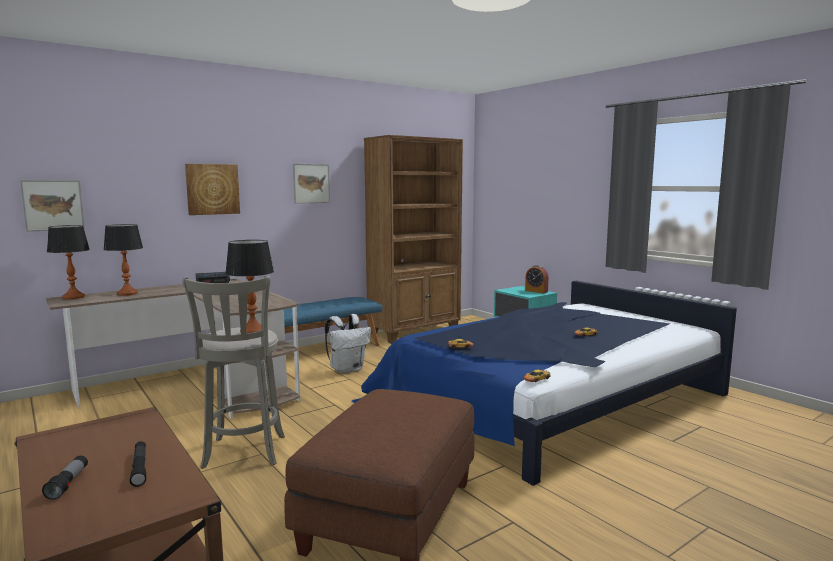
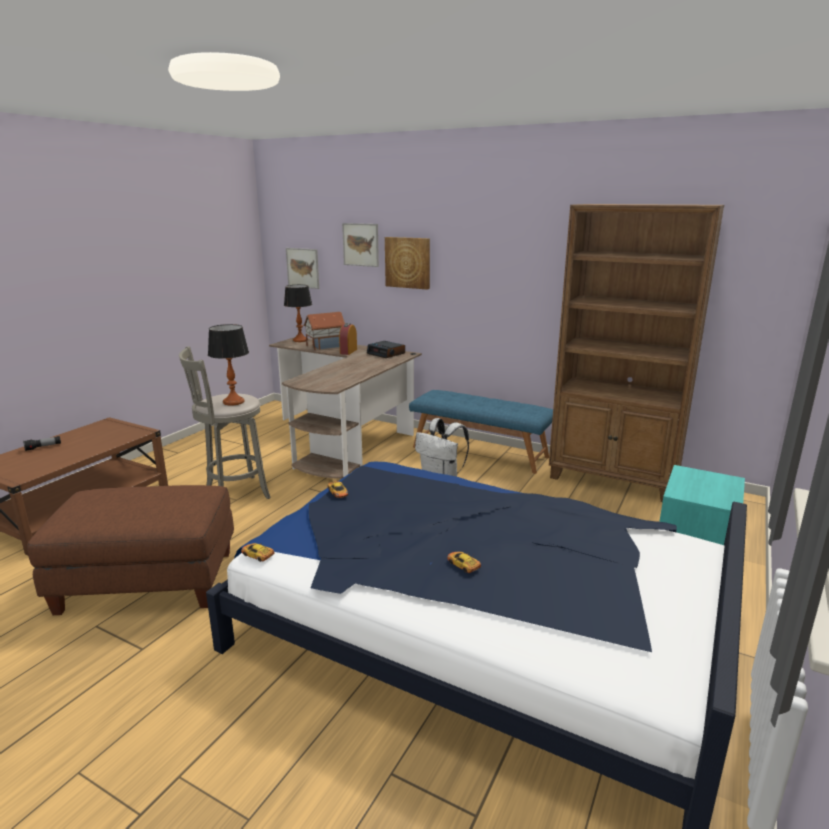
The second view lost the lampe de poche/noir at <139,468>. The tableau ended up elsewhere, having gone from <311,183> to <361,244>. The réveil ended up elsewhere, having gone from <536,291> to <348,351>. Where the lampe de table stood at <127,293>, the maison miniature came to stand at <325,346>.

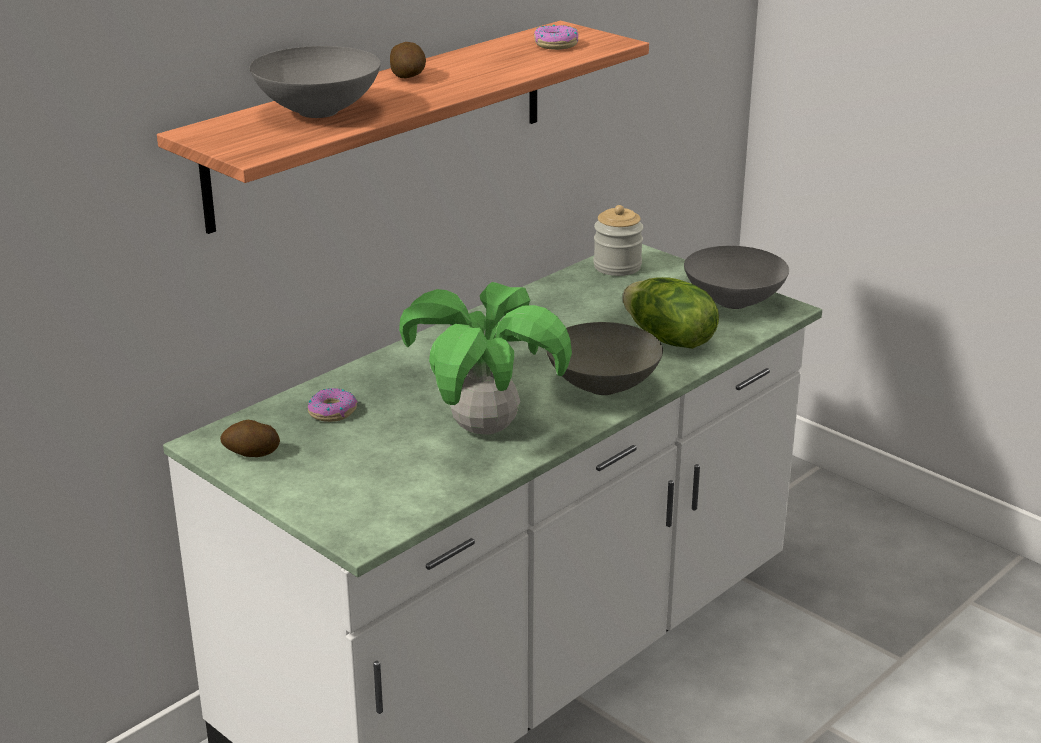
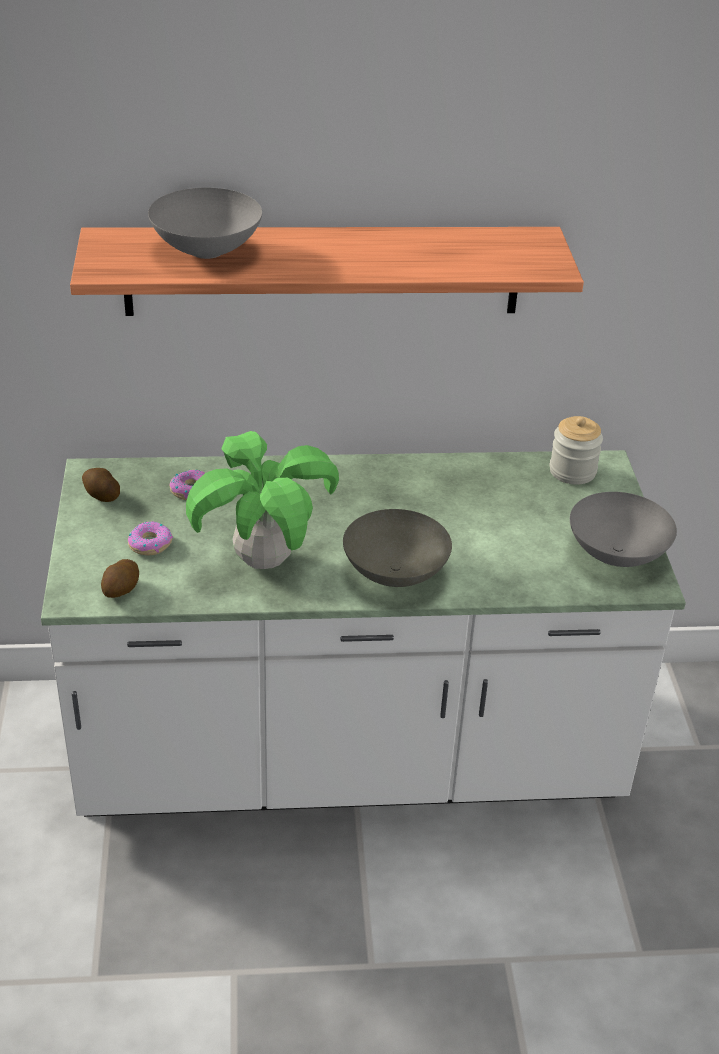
The second view lost the laitue at <668,339>. The pomme de terre ended up elsewhere, having gone from <408,76> to <121,590>. The beignet ended up elsewhere, having gone from <555,44> to <150,544>.

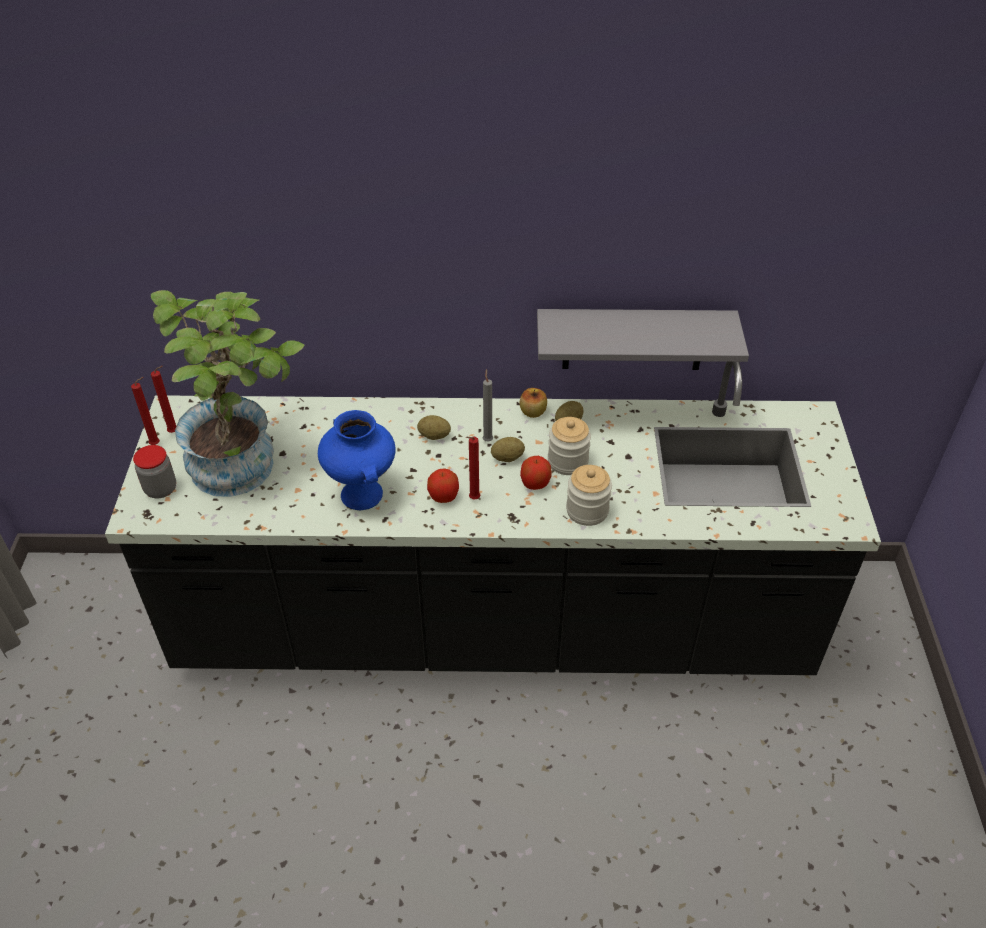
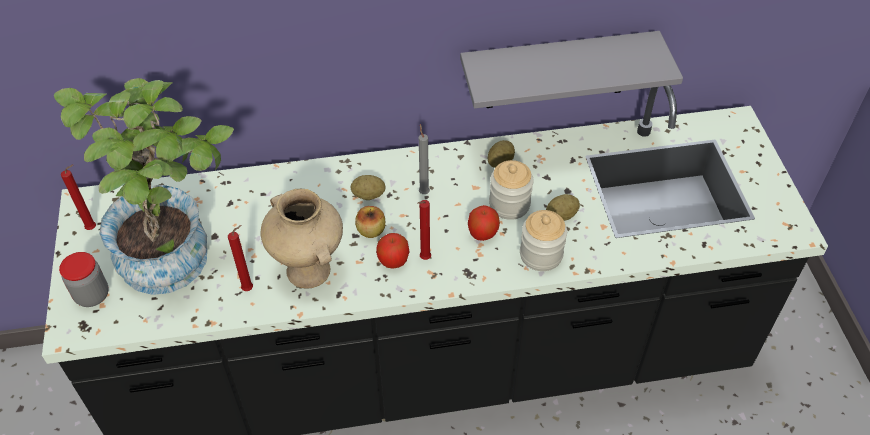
The bougie/rouge ended up elsewhere, having gone from <157,444> to <250,288>. The pomme de terre ended up elsewhere, having gone from <507,458> to <561,215>. The pomme ended up elsewhere, having gone from <532,412> to <371,230>. What was the vase/bleu at <363,495> turned into the vase/beige at <310,270>.

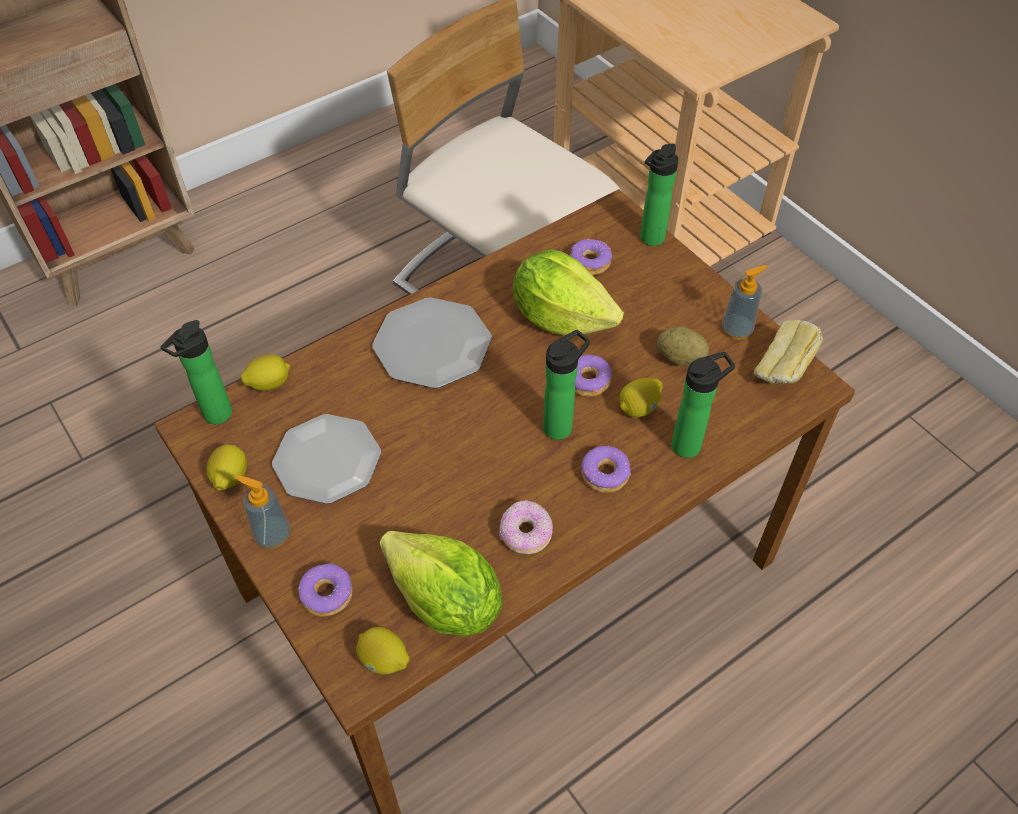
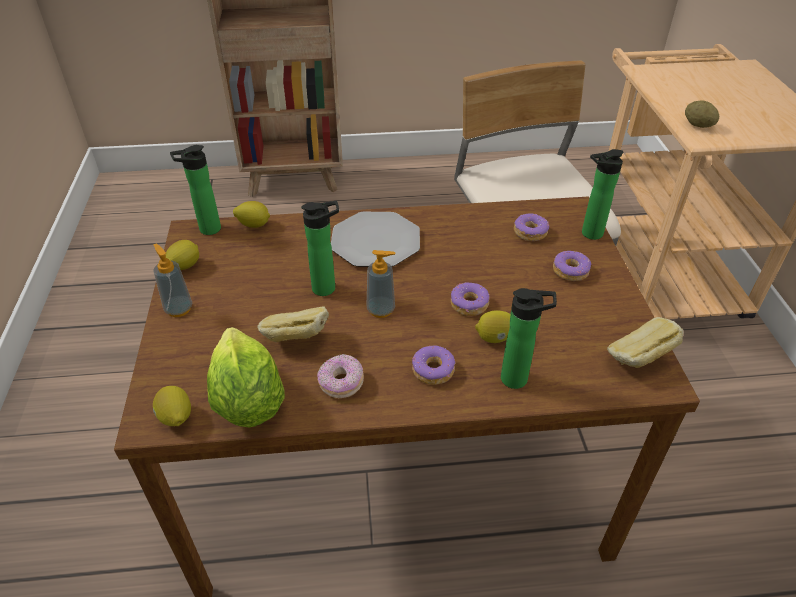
The second view lost the assiette at <328,460>. The second view lost the laitue at <561,317>. The second view gained the pain at <296,340>. The beignet ended up elsewhere, having gone from <327,594> to <570,271>. The bouteille ended up elsewhere, having gone from <561,425> to <327,288>. The pomme de terre ended up elsewhere, having gone from <680,358> to <698,125>. The distributeur de savon ended up elsewhere, having gone from <736,330> to <381,310>.

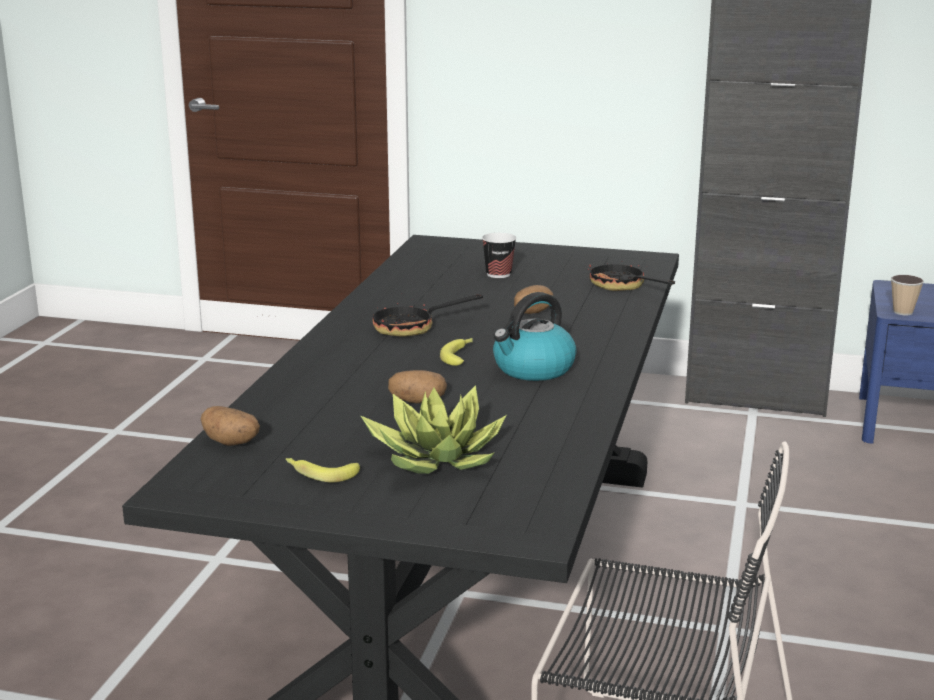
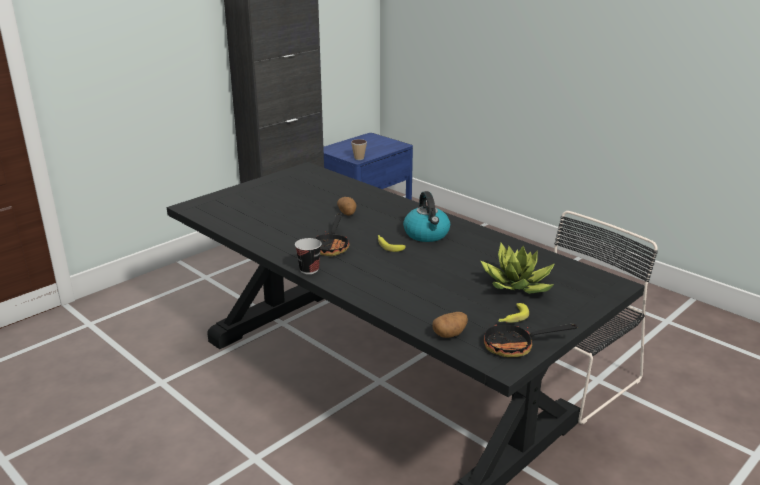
The second view lost the pomme de terre at <417,401>. The tasse ended up elsewhere, having gone from <498,274> to <309,270>. The poêle ended up elsewhere, having gone from <622,287> to <516,346>.

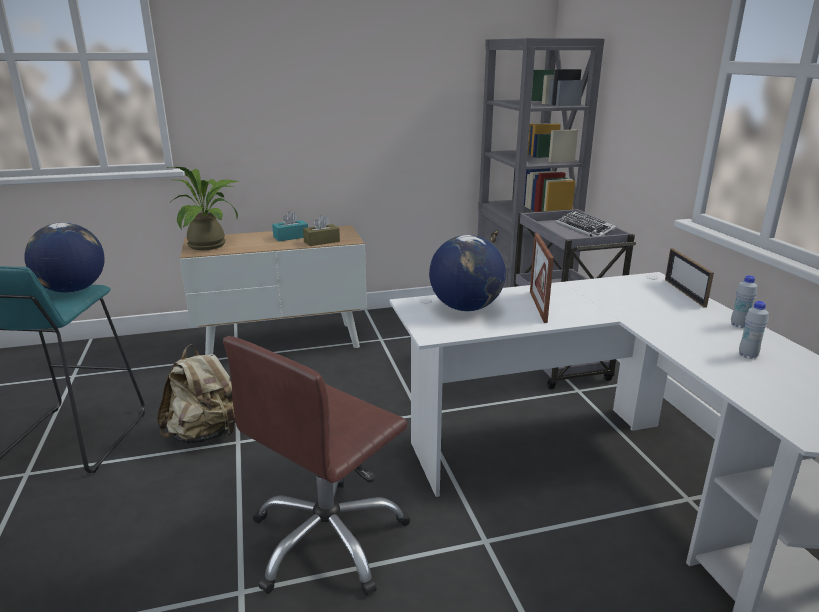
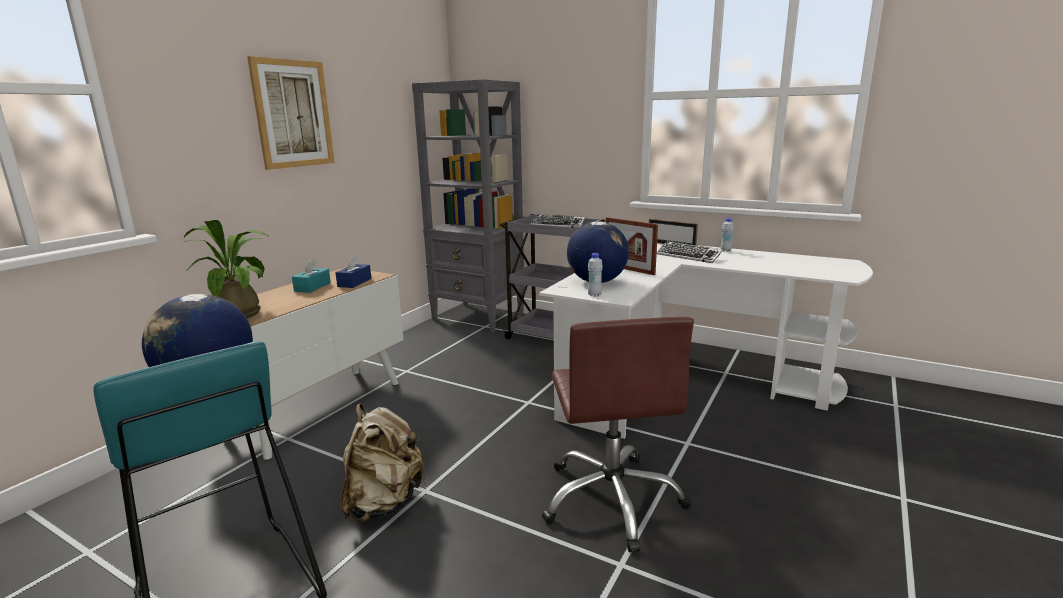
The second view gained the tableau at <293,114>. The second view gained the clavier at <688,256>. The bouteille/blanc ended up elsewhere, having gone from <747,355> to <594,295>. What was the boîte à mouchoirs/marron at <321,241> turned into the boîte à mouchoirs/bleu at <354,282>.

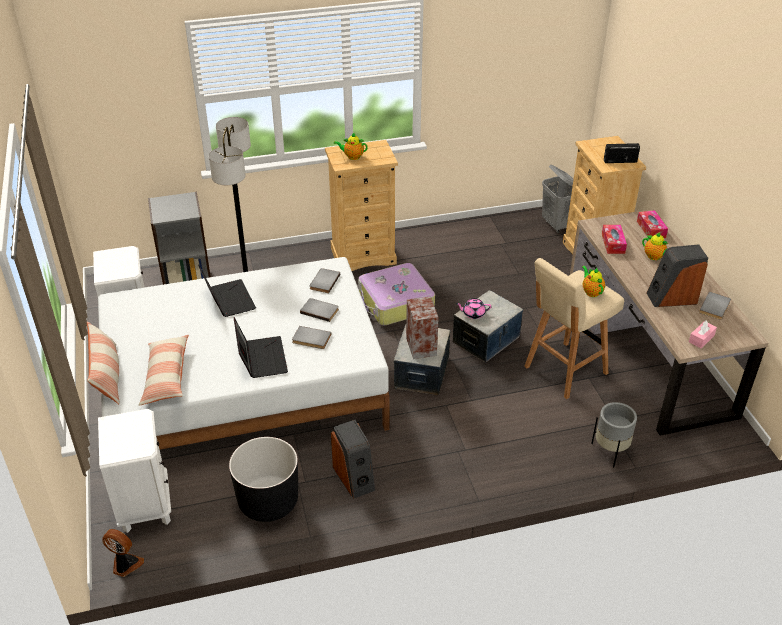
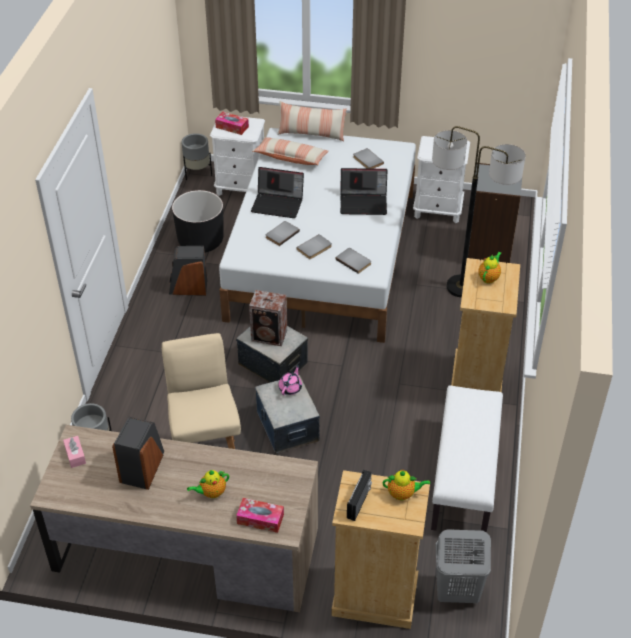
The second view lost the valise at <395,303>. The second view gained the banc/blanc at <464,478>. The théière ended up elsewhere, having gone from <591,292> to <403,494>. The boîte à mouchoirs ended up elsewhere, having gone from <613,243> to <232,127>. The livre/gris ended up elsewhere, having gone from <715,307> to <367,160>. Where the ventilateur stood at <125,565>, the cache-pot/gris came to stand at <197,173>.

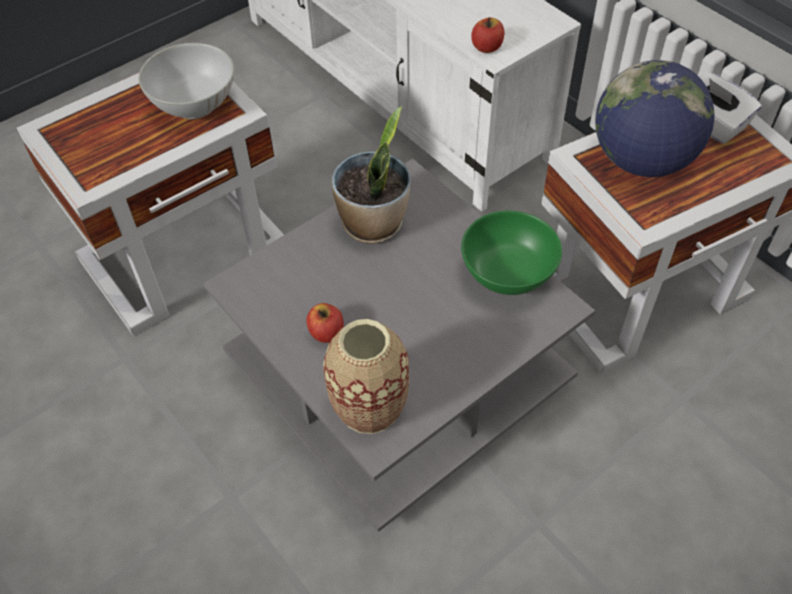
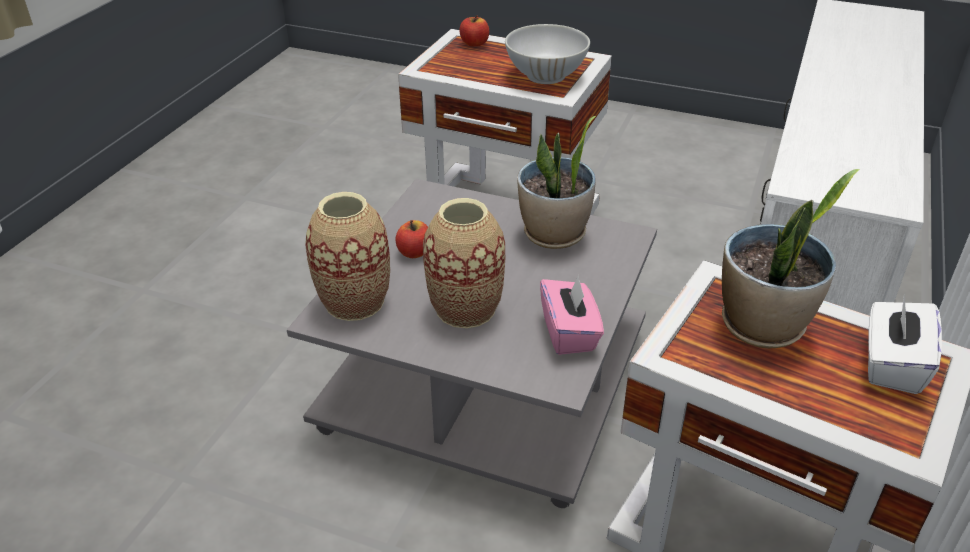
The second view gained the vase at <465,309>. The pomme ended up elsewhere, having gone from <487,47> to <474,43>. Where the bol/vert stood at <507,275>, the boîte à mouchoirs/rose came to stand at <569,333>. Where the globe stood at <642,161>, the plante en pot came to stand at <763,326>.

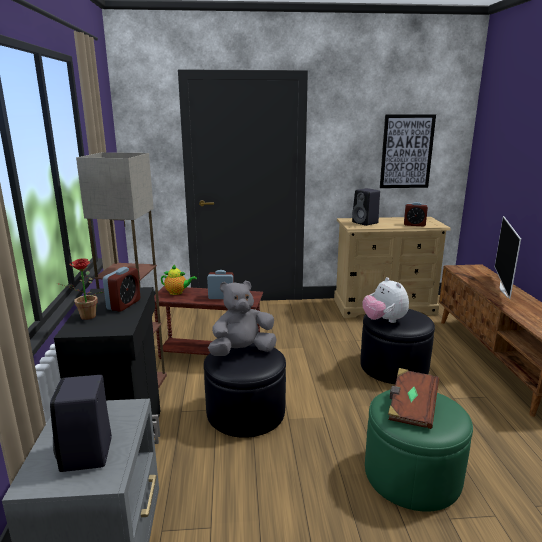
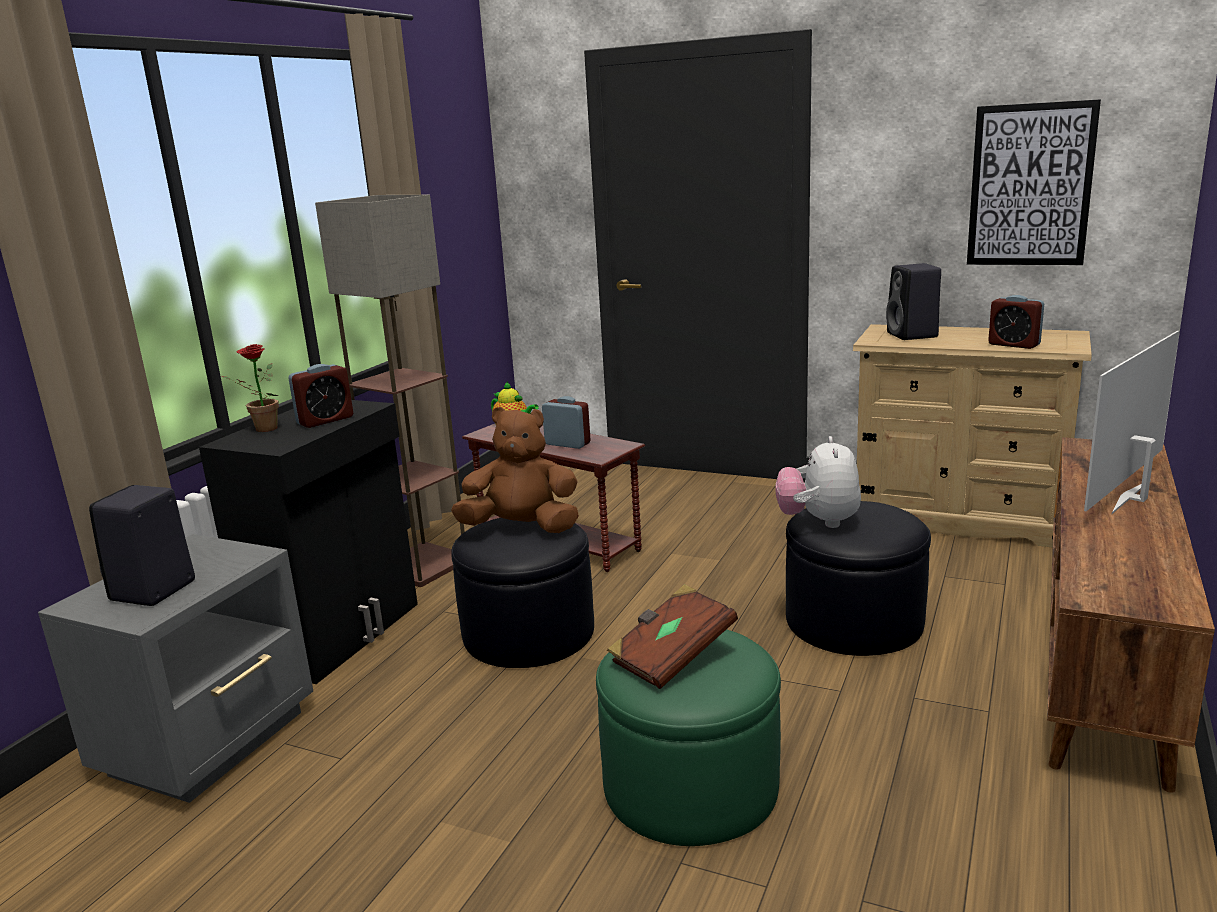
What was the peluche/gris at <242,351> turned into the peluche/marron at <522,528>.

